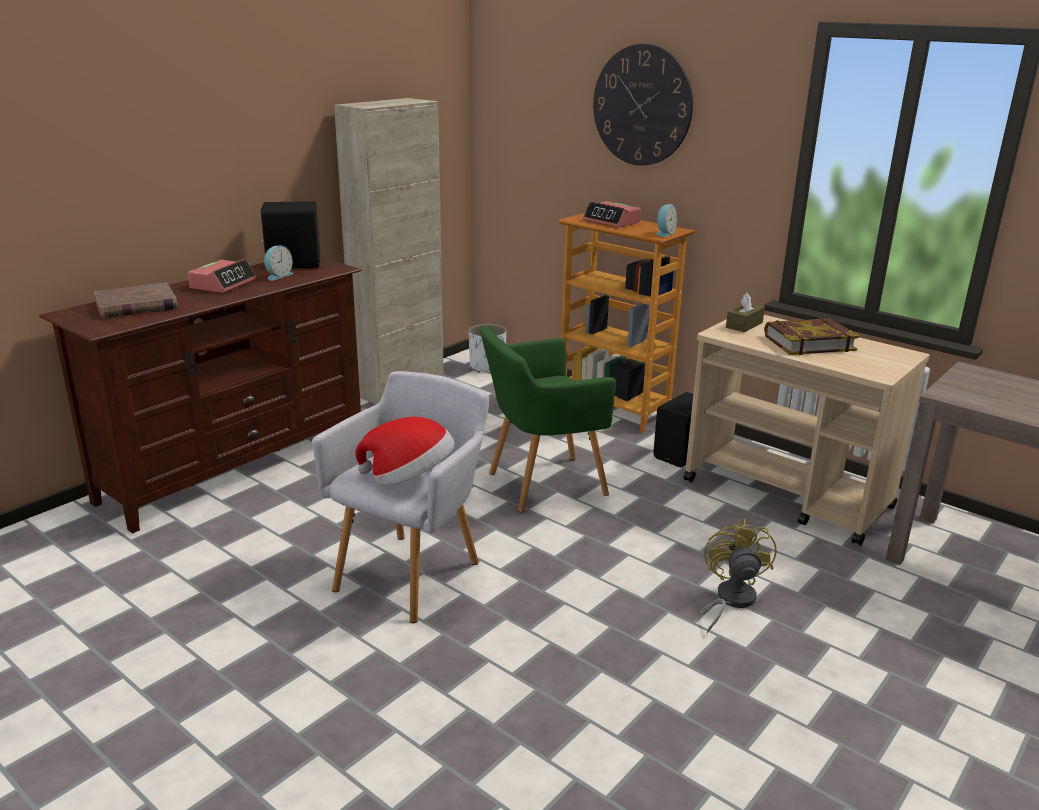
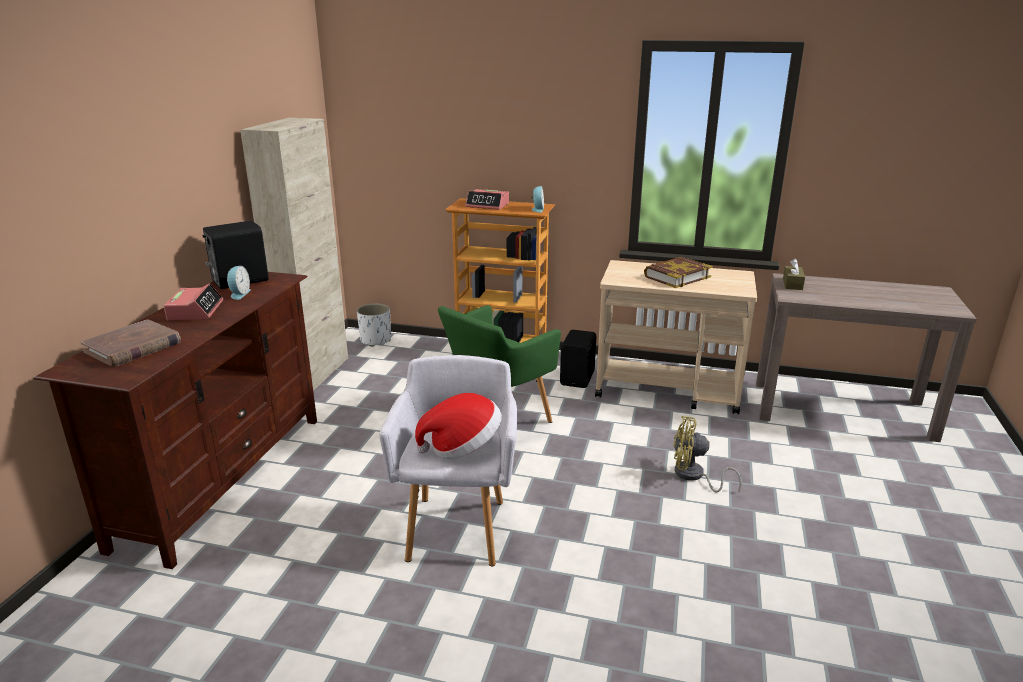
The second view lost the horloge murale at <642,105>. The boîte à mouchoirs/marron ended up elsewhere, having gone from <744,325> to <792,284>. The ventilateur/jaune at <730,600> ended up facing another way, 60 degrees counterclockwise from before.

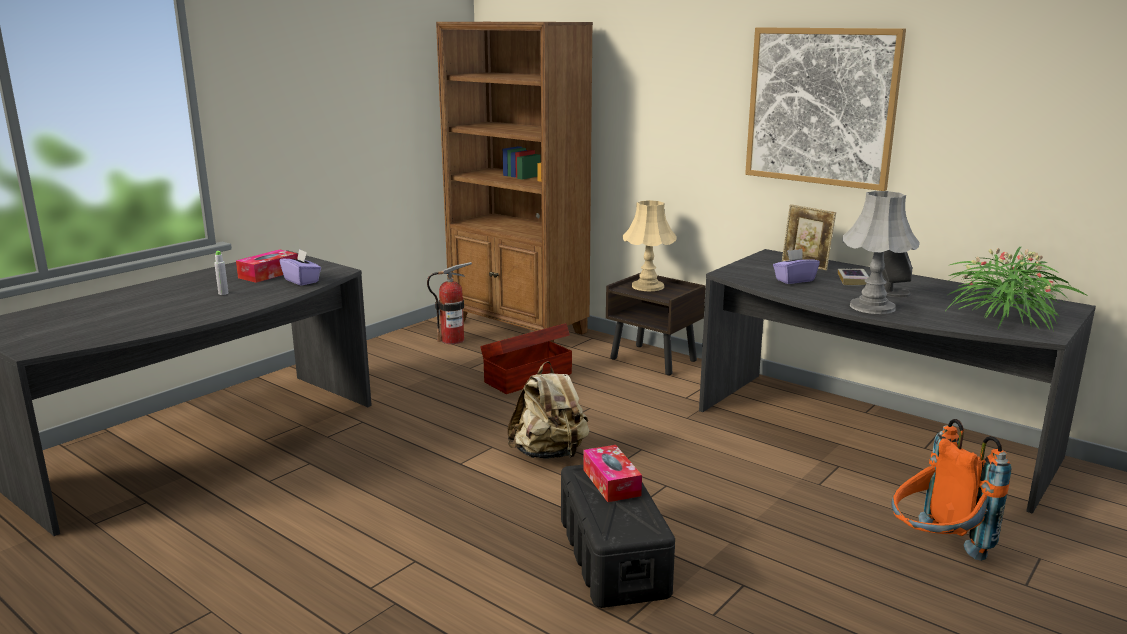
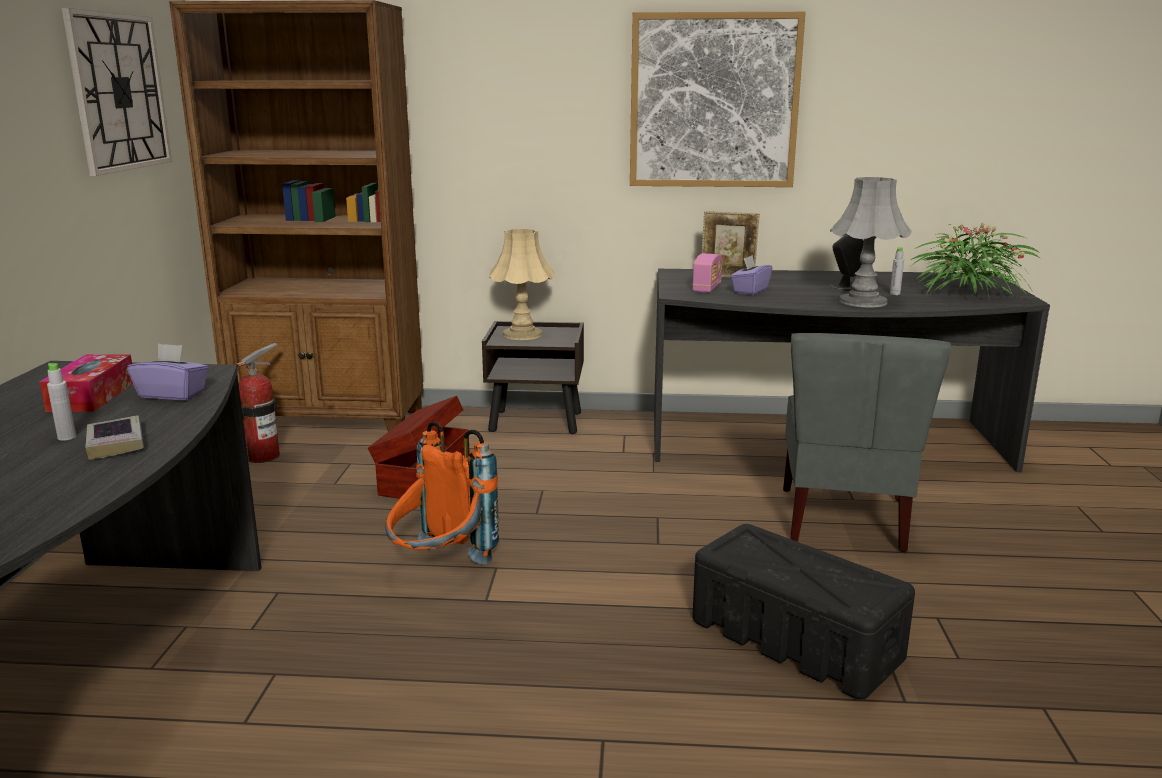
The second view lost the sac à dos/beige at <549,454>. The second view lost the boîte à mouchoirs at <611,482>. The second view gained the horloge murale at <119,92>. The second view gained the radio at <707,288>. The second view gained the chaise/gris at <844,520>. The second view gained the bouteille/gris at <895,294>. The livre ended up elsewhere, having gone from <853,280> to <116,443>. The sac à dos/orange ended up elsewhere, having gone from <935,550> to <440,568>.

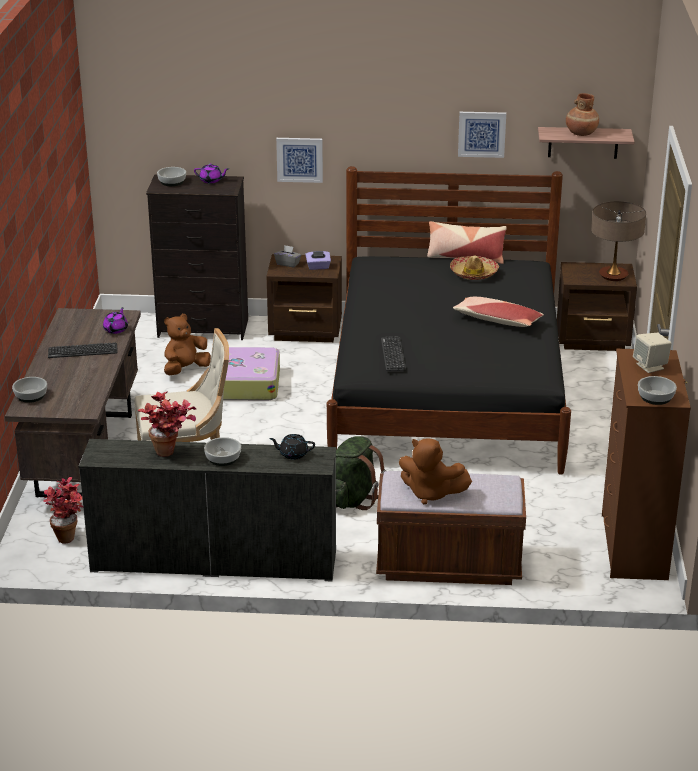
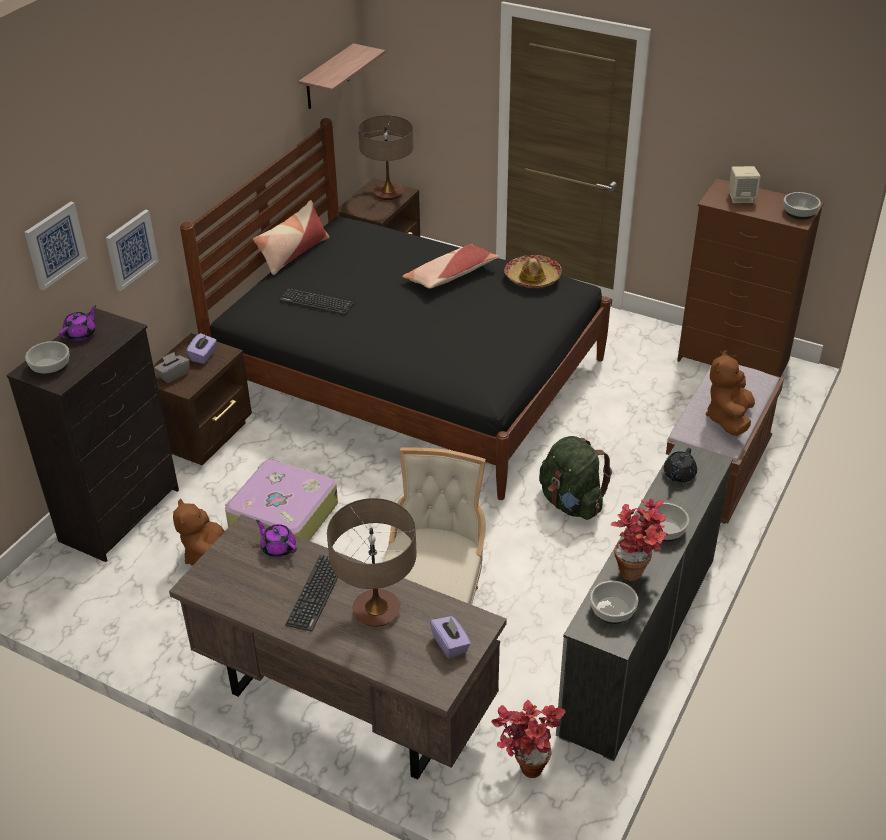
The second view lost the vase/marron at <581,133>. The second view gained the lampe de table at <376,611>. The second view gained the boîte à mouchoirs/violet at <450,644>. The bol ended up elsewhere, having gone from <30,395> to <612,610>. The clavier ended up elsewhere, having gone from <393,354> to <316,302>. The chapeau ended up elsewhere, having gone from <474,273> to <532,278>. The tableau ended up elsewhere, having gone from <481,134> to <55,245>. The peluche/marron at <430,493> ended up facing another way, 150 degrees clockwise from before.

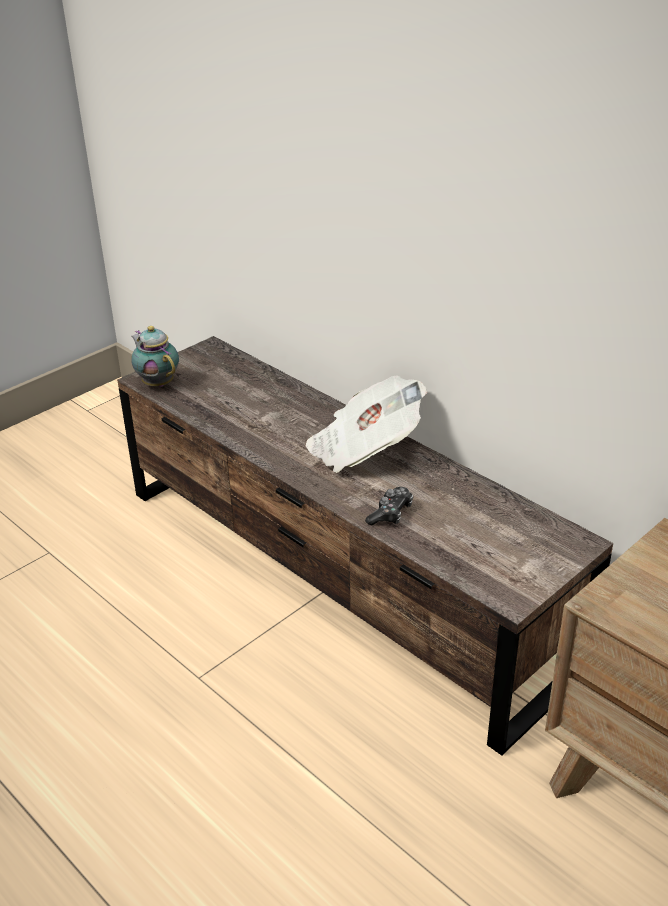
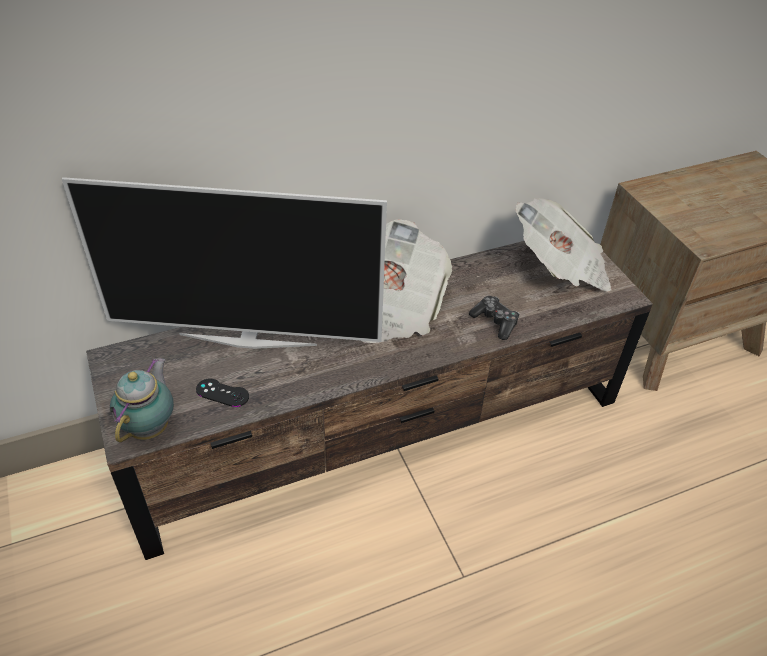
The second view gained the téléviseur at <248,338>. The second view gained the manette/noir at <222,393>. The second view gained the journal at <560,268>. The théière at <157,383> ended up facing another way, 120 degrees clockwise from before.

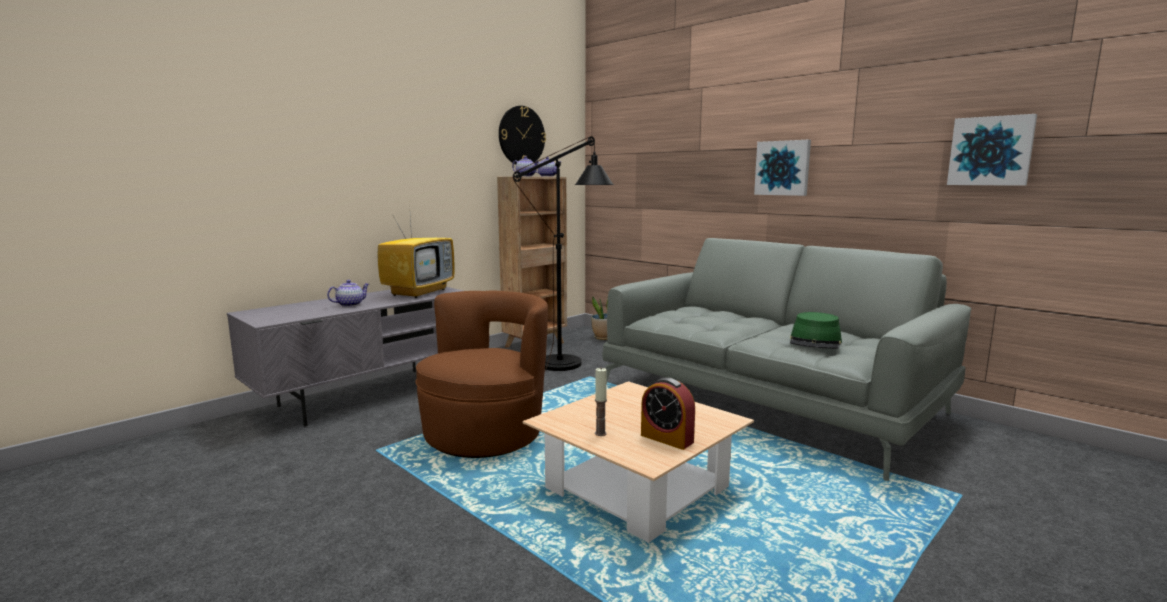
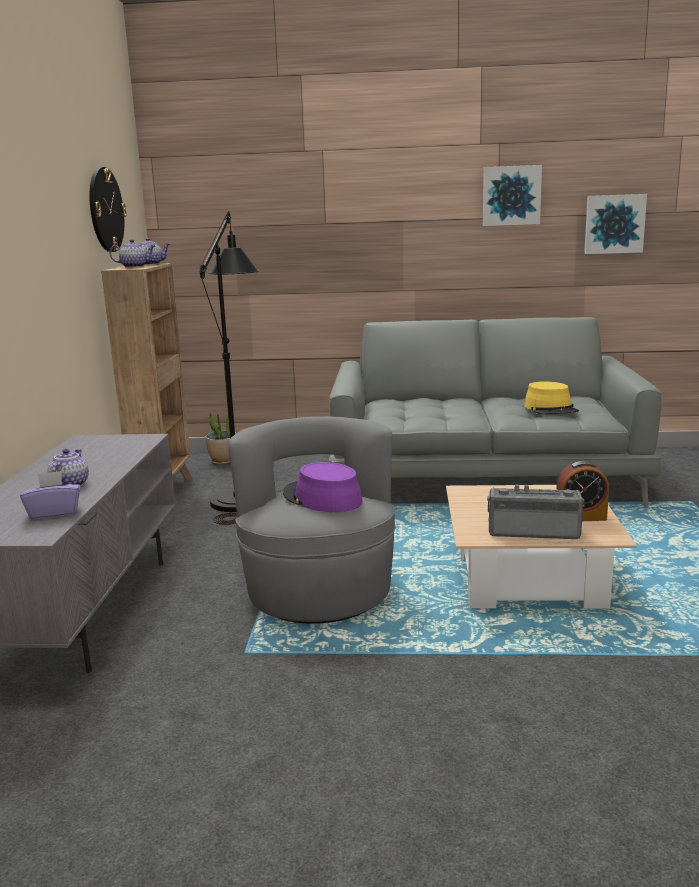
The second view lost the téléviseur at <419,292>. The second view gained the boîte à mouchoirs/violet at <54,513>. The second view gained the chapeau/violet at <322,498>. The tableau ended up elsewhere, having gone from <783,168> to <511,195>. Where the bougie stood at <600,433>, the radio came to stand at <533,531>. What was the fauteuil/marron at <485,434> turned into the fauteuil/gris at <319,592>. What was the chapeau/vert at <815,342> turned into the chapeau/jaune at <551,409>.

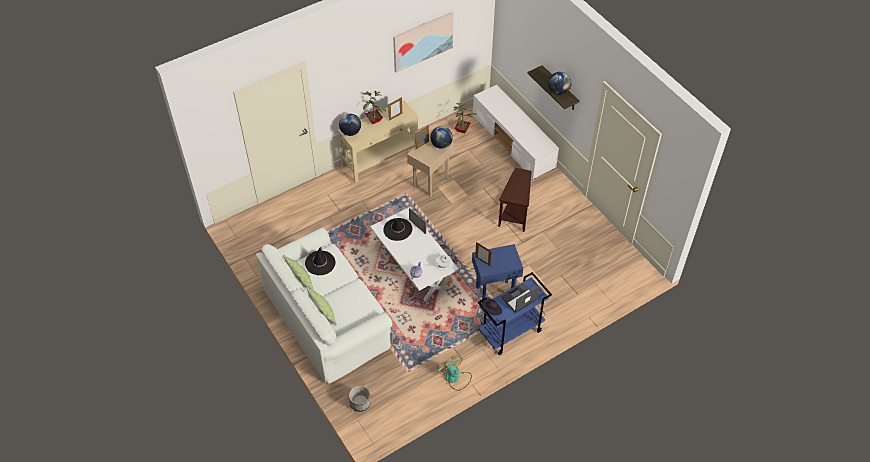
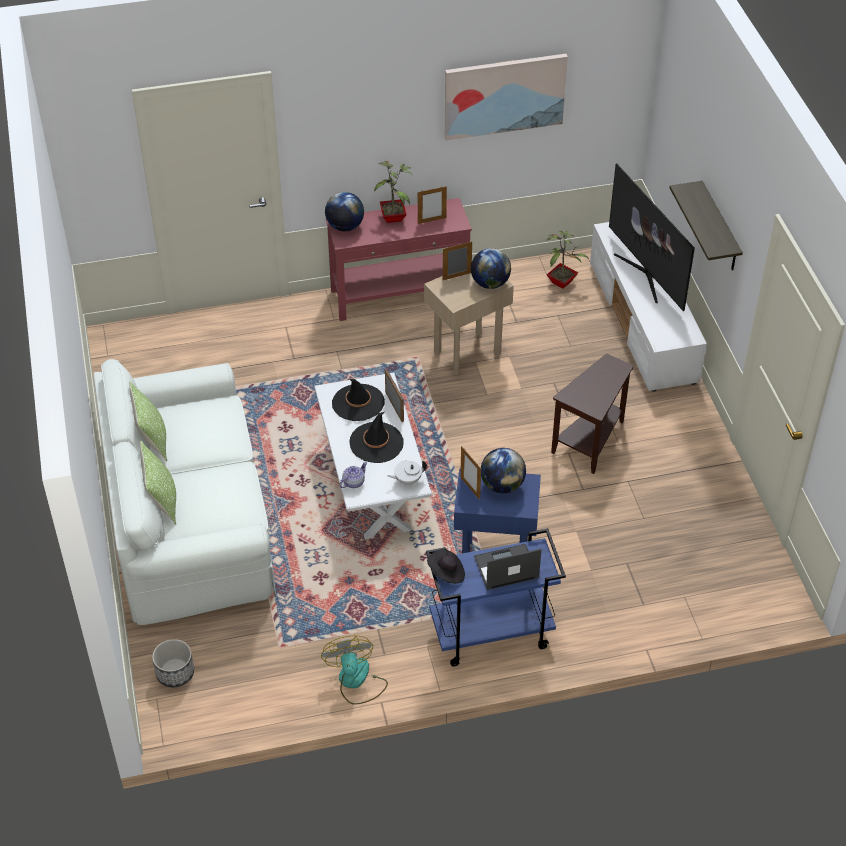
The second view gained the téléviseur at <646,274>. The chapeau/noir ended up elsewhere, having gone from <320,263> to <376,443>. The globe ended up elsewhere, having gone from <558,91> to <502,485>. What was the table console/beige at <381,159> turned into the table console/rouge at <400,295>.

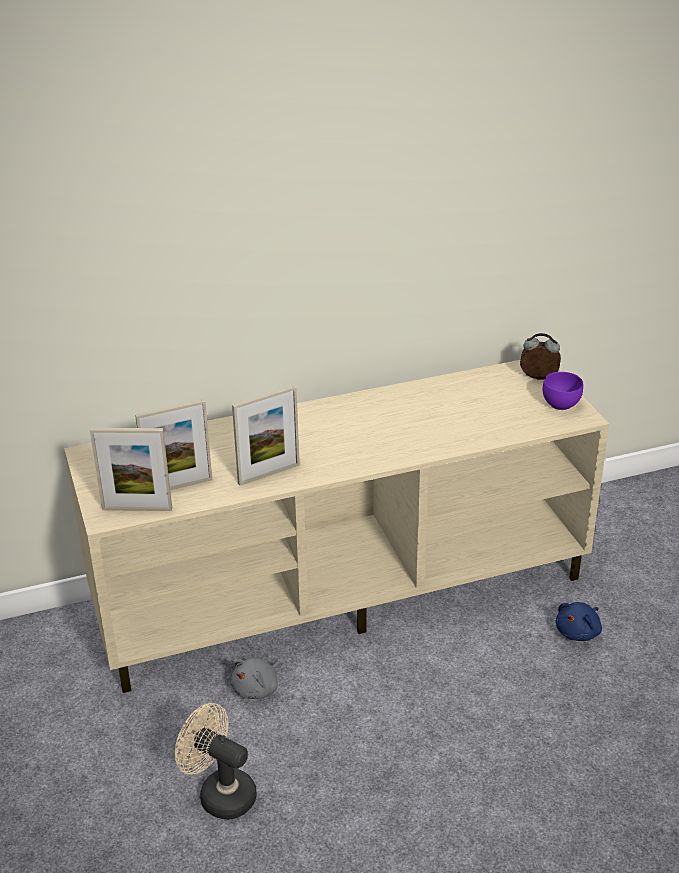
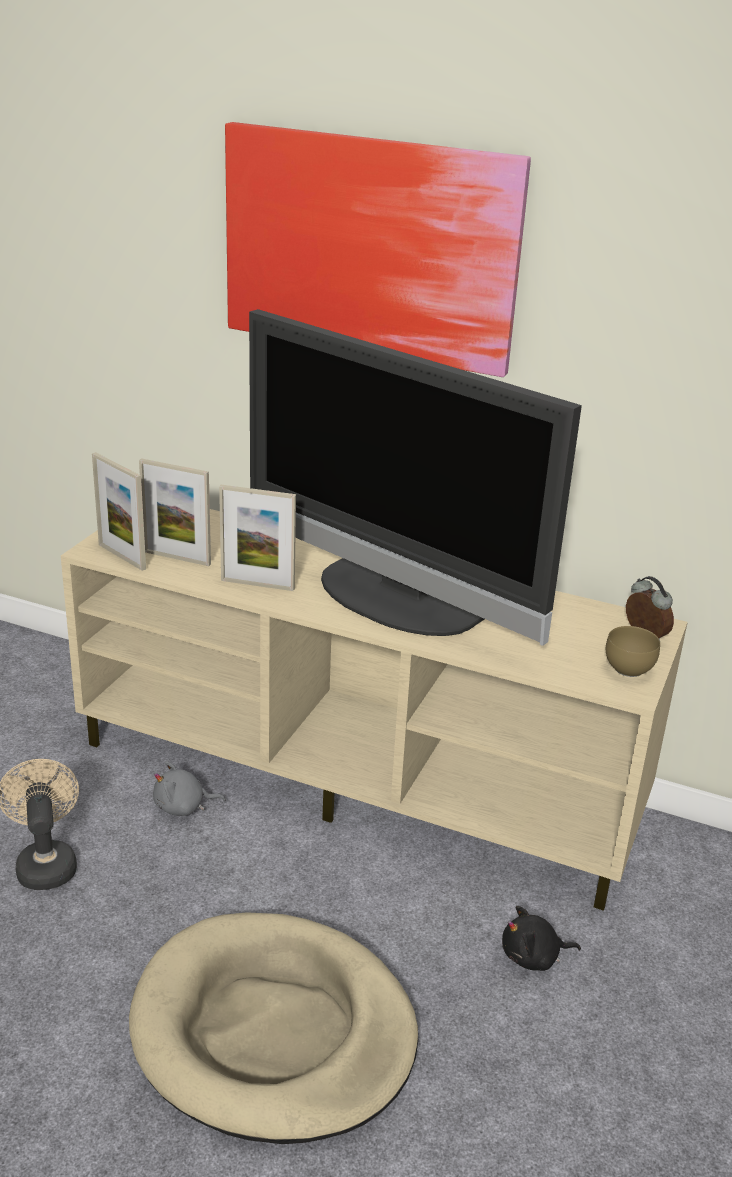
The second view gained the panier pour chien/beige at <273,1032>. The second view gained the tableau at <370,247>. The second view gained the téléviseur at <391,601>. What was the bol/violet at <561,403> turned into the bol/marron at <630,669>. What was the peluche/bleu at <579,632> turned into the peluche/noir at <533,957>.

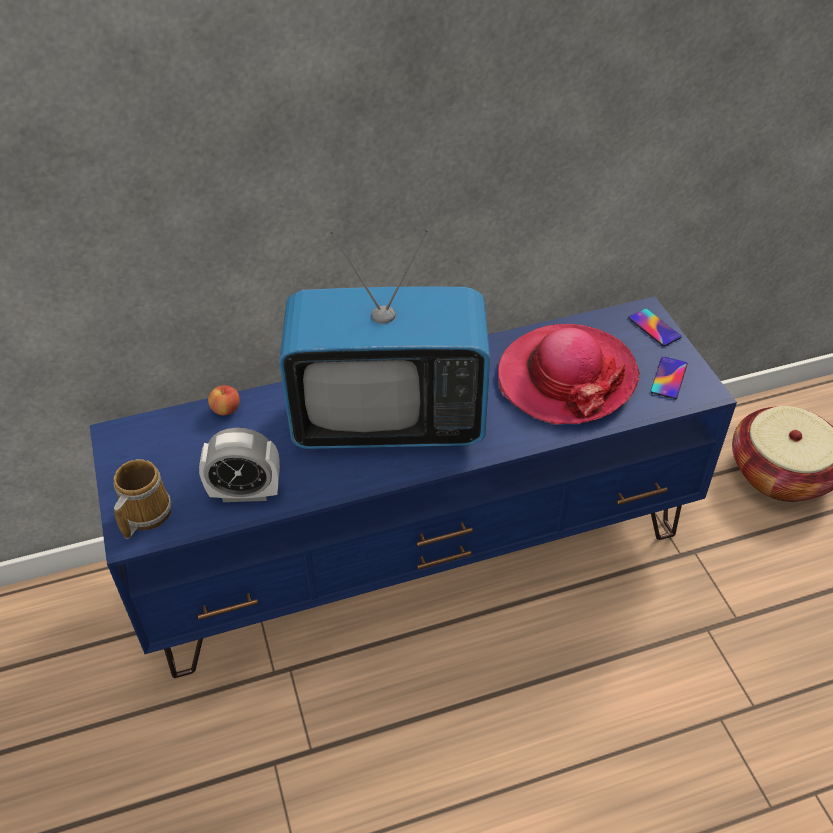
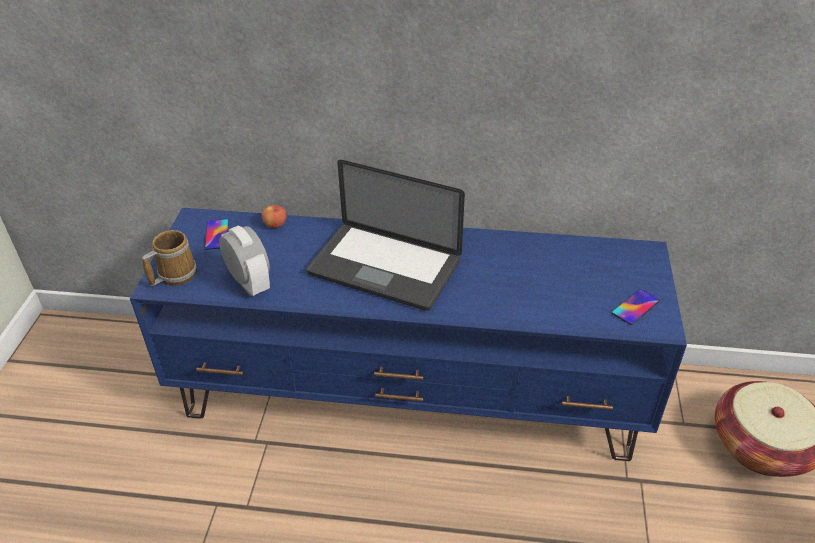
The second view lost the chapeau at <566,377>. The téléphone ended up elsewhere, having gone from <654,328> to <217,234>. Where the téléviseur stood at <389,421>, the ordinateur portable came to stand at <384,268>. The réveil at <245,492> ended up facing another way, 150 degrees counterclockwise from before.

